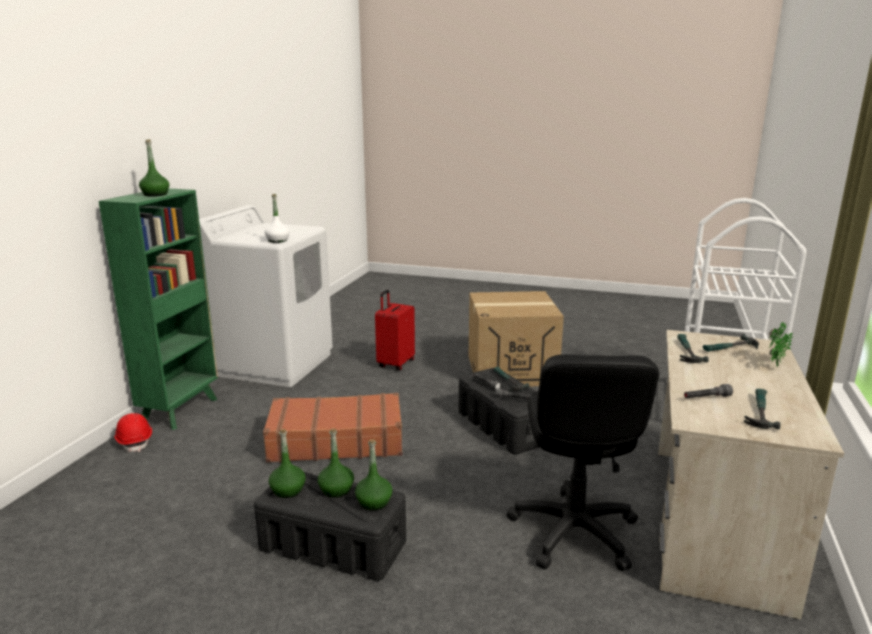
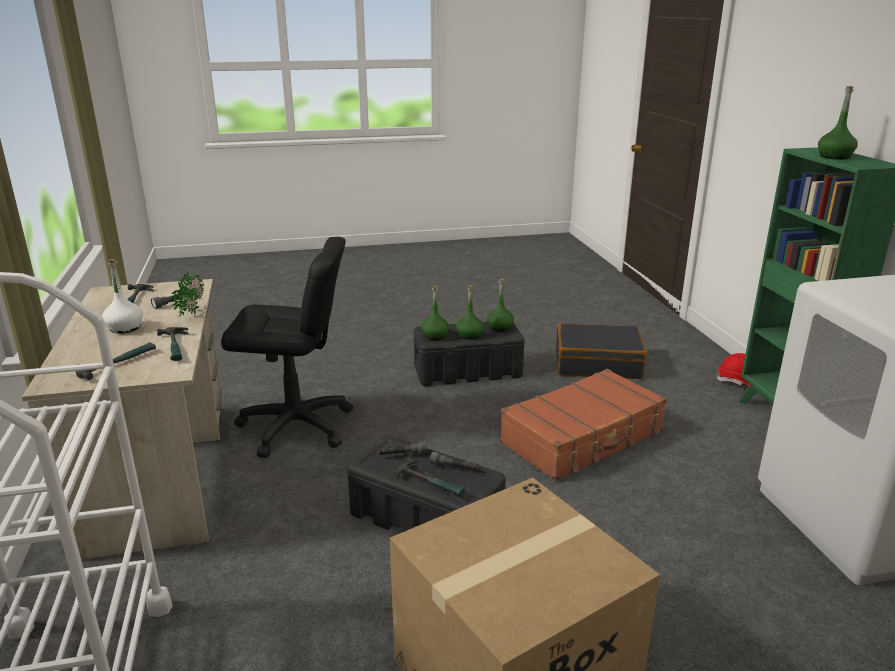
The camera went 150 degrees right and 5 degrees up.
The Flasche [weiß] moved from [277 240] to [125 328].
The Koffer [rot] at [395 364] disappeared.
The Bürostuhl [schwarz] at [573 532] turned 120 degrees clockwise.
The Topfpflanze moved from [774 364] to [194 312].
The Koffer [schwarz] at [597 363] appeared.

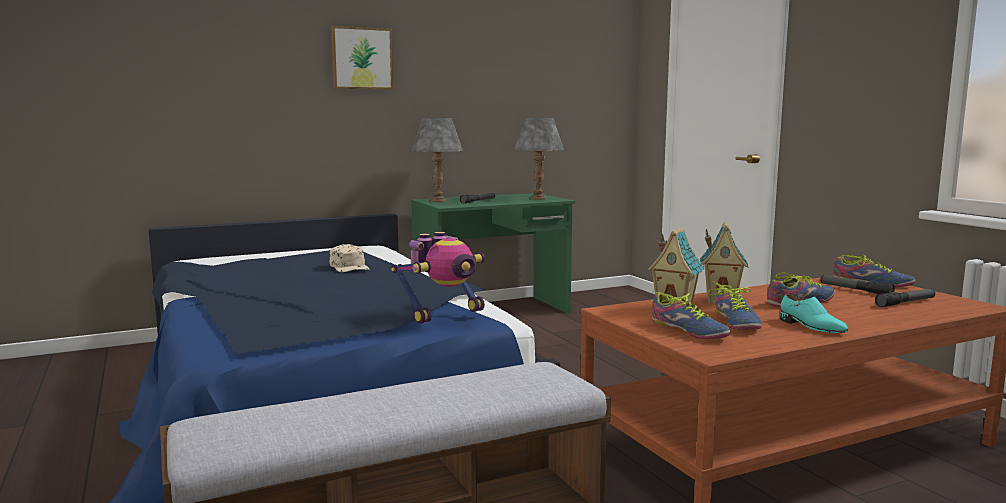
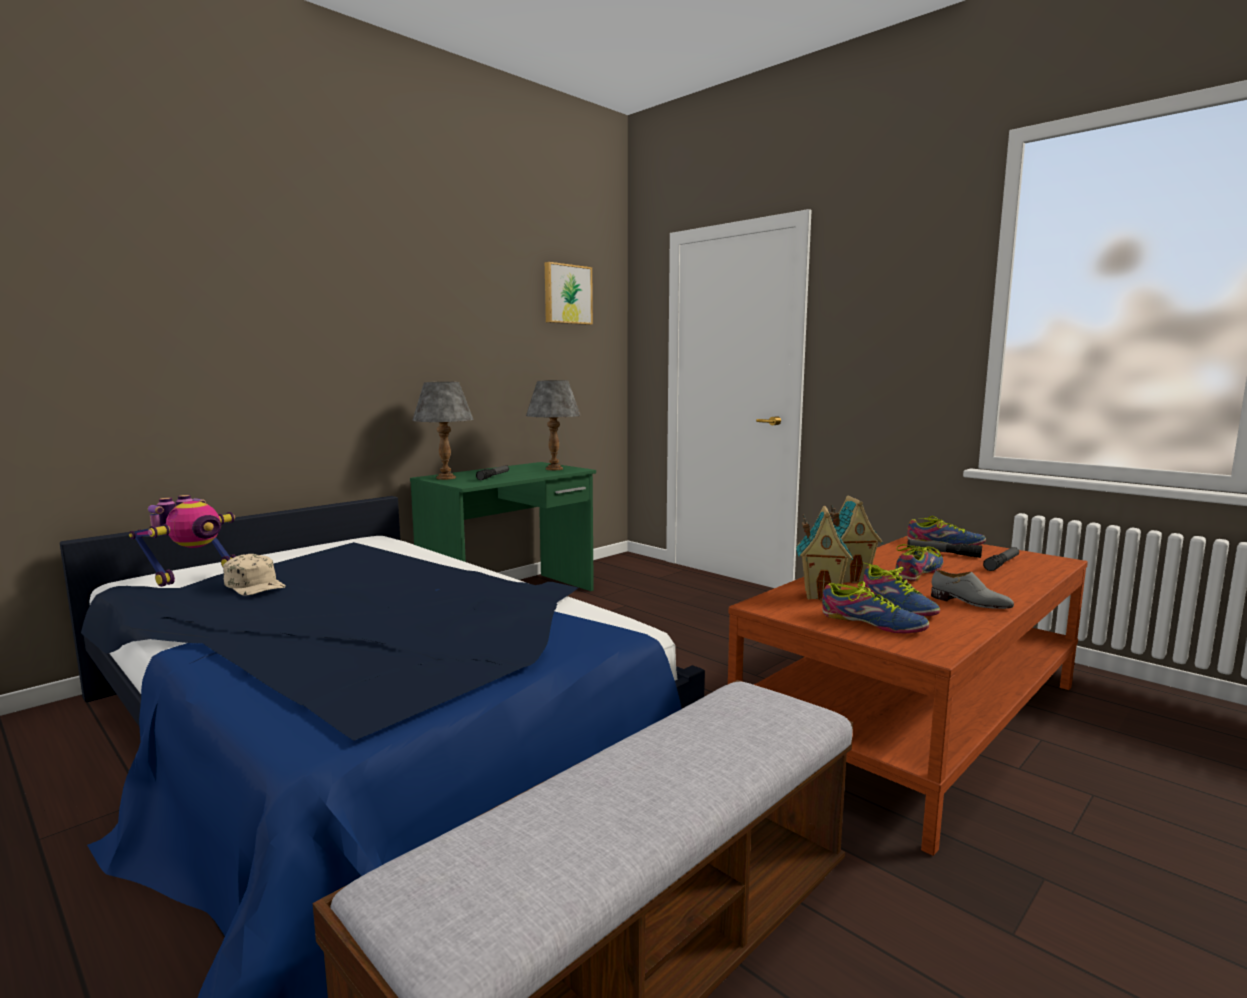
The camera went 20 degrees left and 0 degrees up.
The Kappe [beige] moved from [350 267] to [255 585].
The Bild moved from [361 58] to [567 294].
The Spielzeugroboter moved from [444 314] to [193 575].
The Schuh [türkis] at [811 327] became the Schuh [grau] at [970 603].

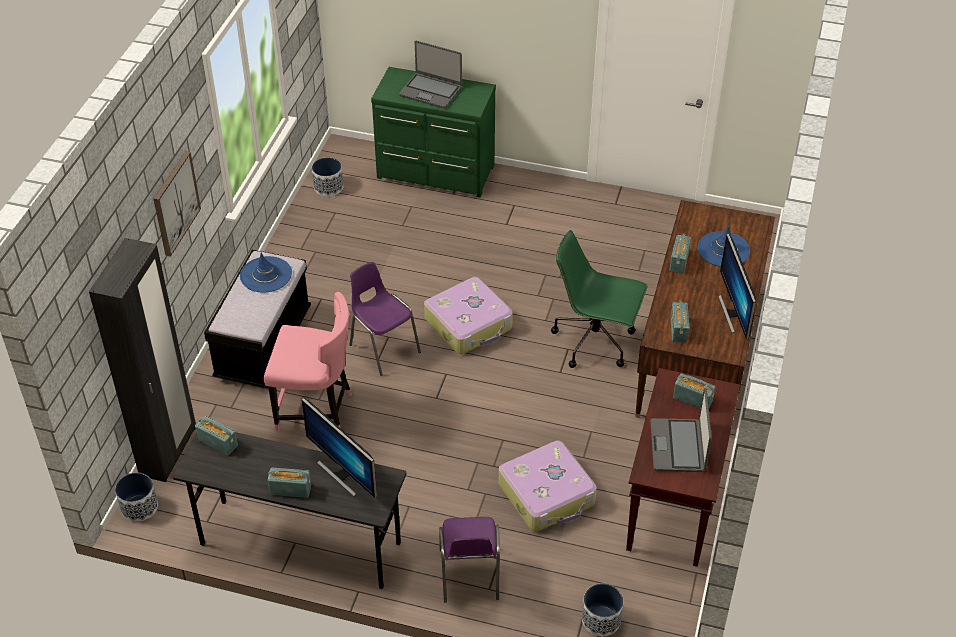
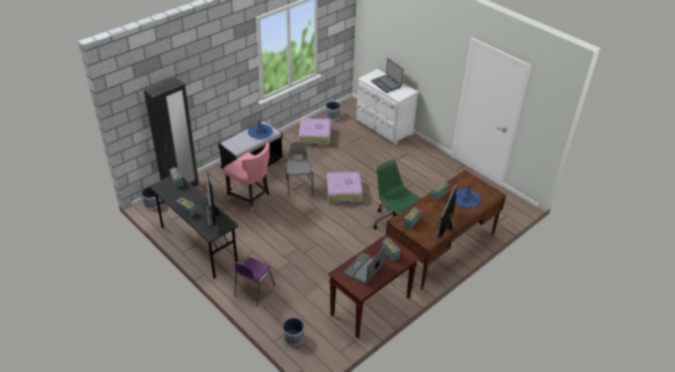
The camera went 30 degrees right and 5 degrees down.
The Bild at [175 203] disappeared.
The Stuhl [lila] at [383 348] became the Stuhl [grau] at [299 186].
The Kommode [grün] at [435 173] became the Kommode [weiß] at [383 128].
The Koffer moved from [547 494] to [315 136].

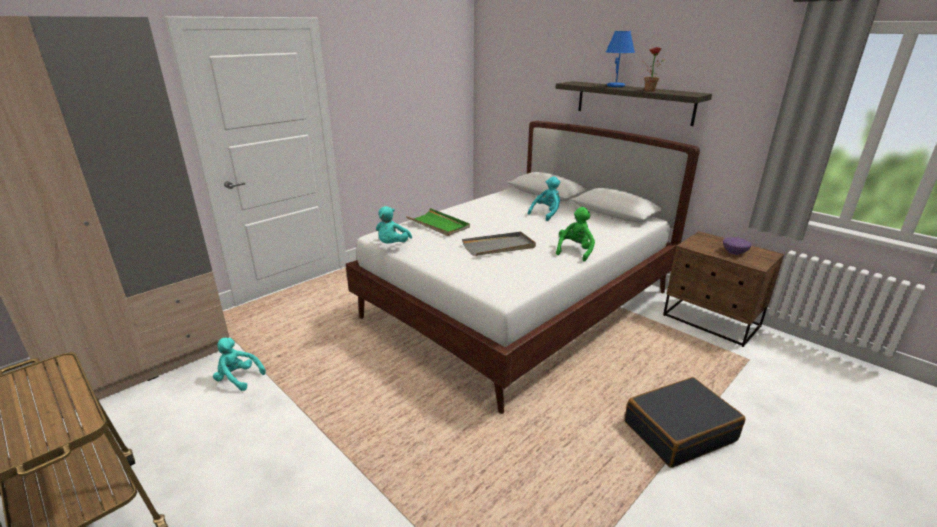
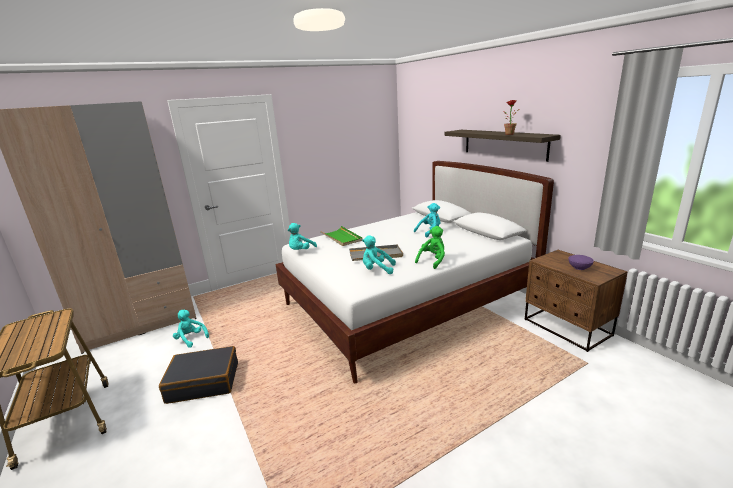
The camera went 15 degrees right and 5 degrees down.
The Tischlampe [blau] at [616 86] disappeared.
The Koffer [schwarz] moved from [679 431] to [204 382].
The Plüschtier [türkis] at [377 270] appeared.

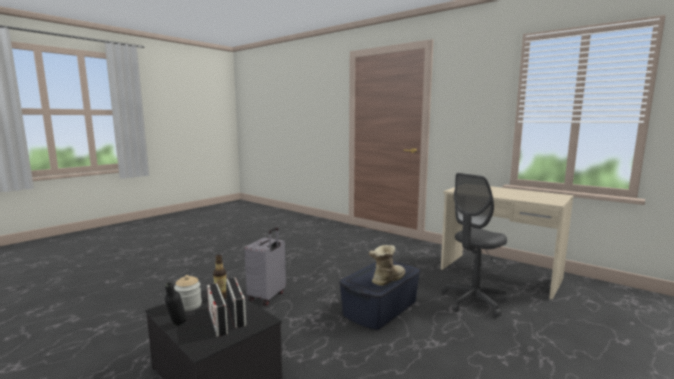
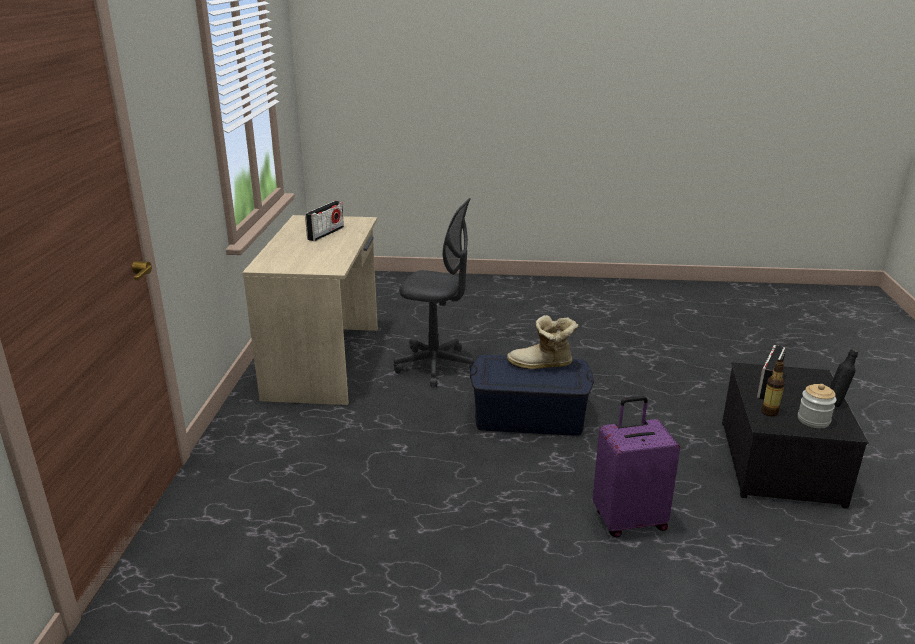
The camera went 125 degrees left and 15 degrees up.
The Radio moved from [218 322] to [326 233].
The Koffer [grau] at [267 297] became the Koffer [lila] at [629 520].

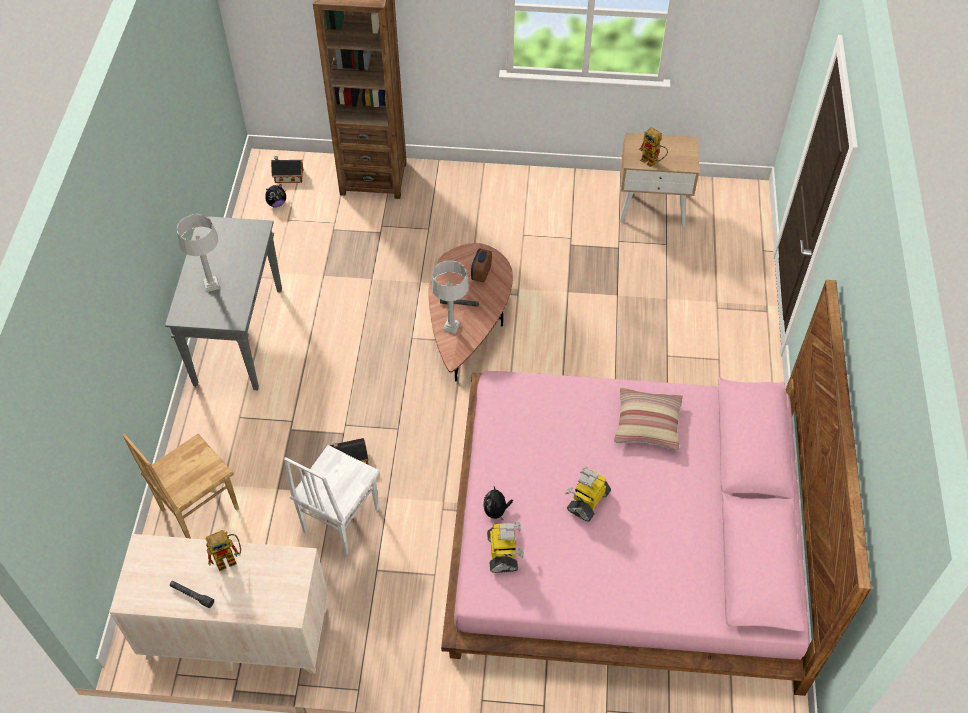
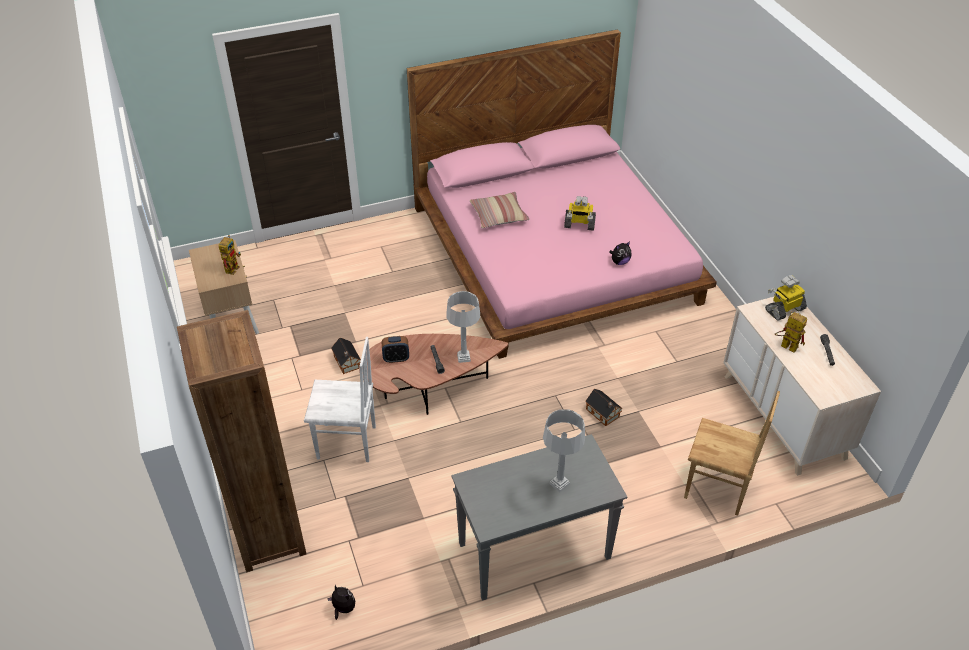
The camera went 115 degrees left and 10 degrees down.
The Spielzeughaus moved from [287 176] to [347 363].
The Stuhl [weiß] moved from [340 520] to [347 443].
The Spielzeugroboter moved from [503 553] to [784 309].

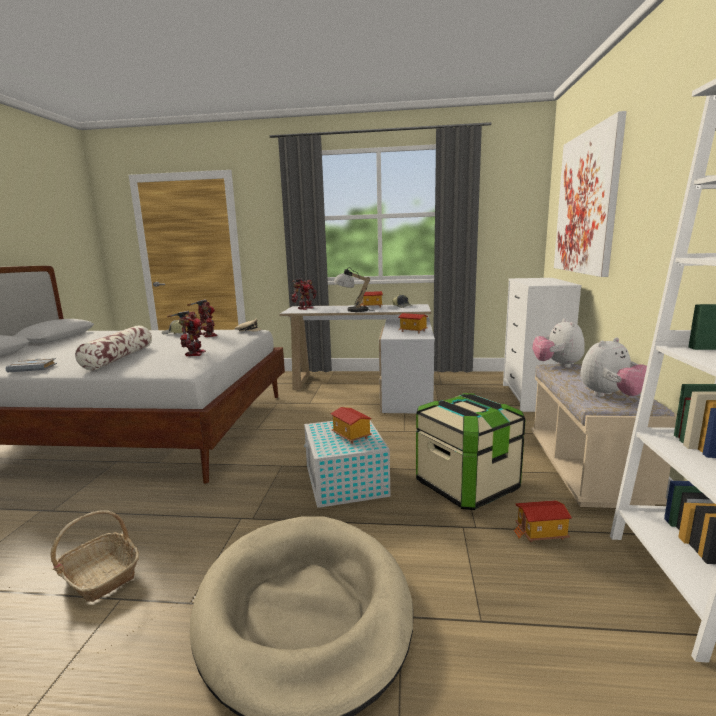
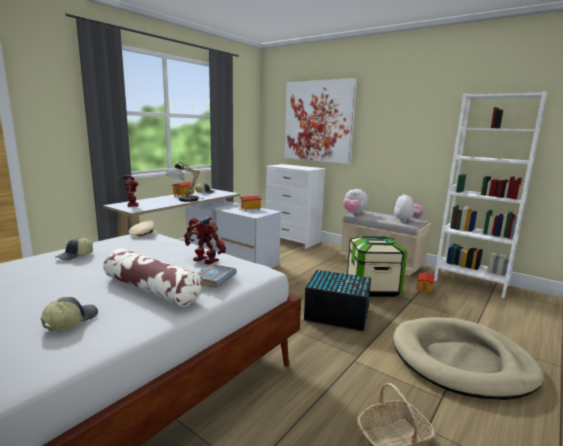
The camera went 60 degrees left and 0 degrees up.
The Buch [grau] moved from [34 368] to [214 278].
The Spielzeugroboter at [208 335] disappeared.
The Aufbewahrungsbox [weiß] at [345 481] became the Aufbewahrungsbox [schwarz] at [338 314].
The Spielzeughaus at [350 436] disappeared.
The Kappe at [70 321] appeared.

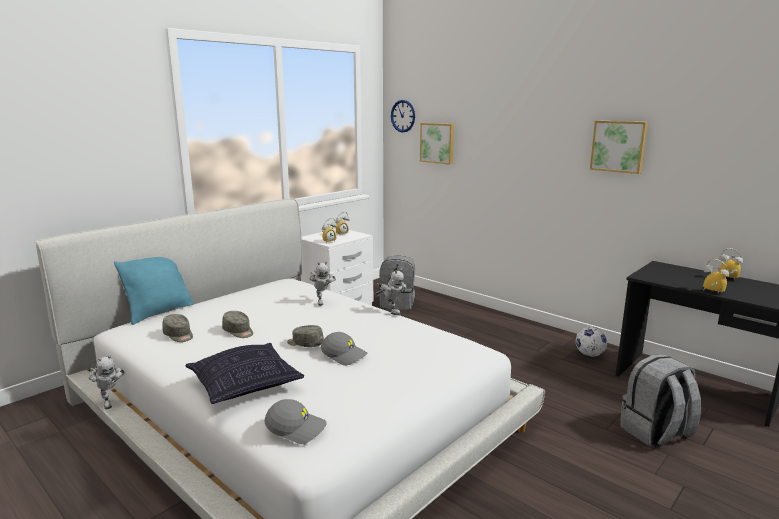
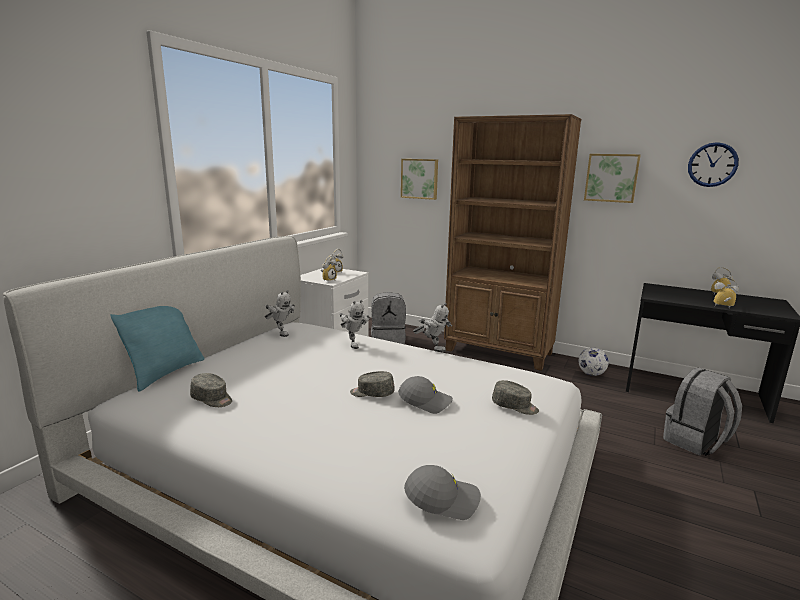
The camera went 15 degrees left and 0 degrees up.
The Spielzeugroboter moved from [109 401] to [280 333].
The Kissen at [245 385] disappeared.
The Kappe [grau] moved from [238 331] to [515 406].
The Wanduhr moved from [403 116] to [712 164].
The Bücherregal [braun] at [499 352] appeared.

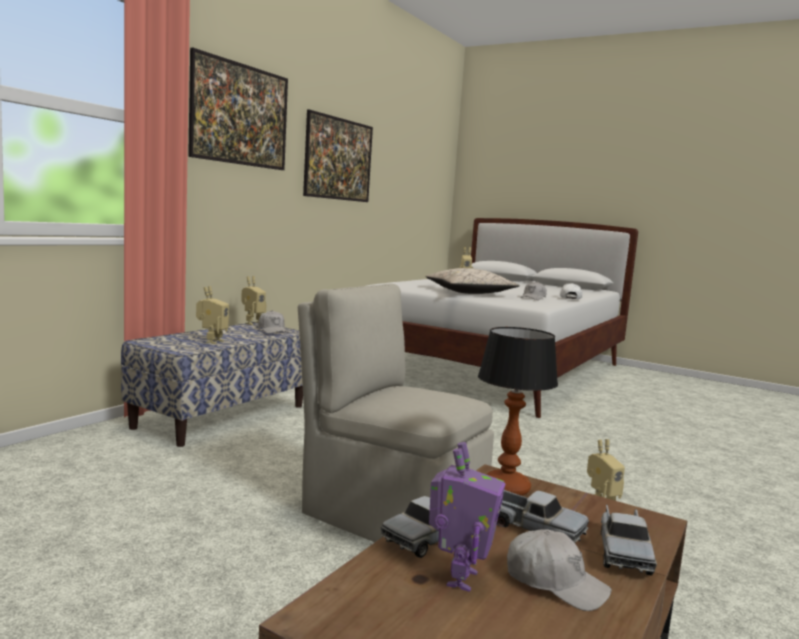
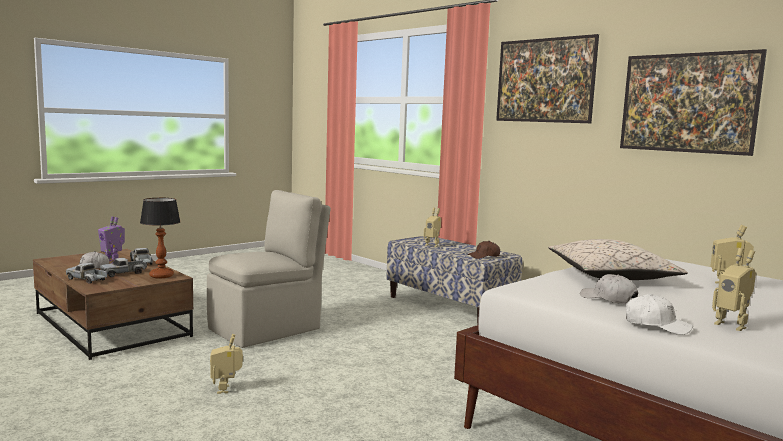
The camera went 105 degrees right and 0 degrees up.
The Spielzeugroboter moved from [252 323] to [732 325].
The Kappe [weiß] at [273 330] became the Kappe [braun] at [484 256].

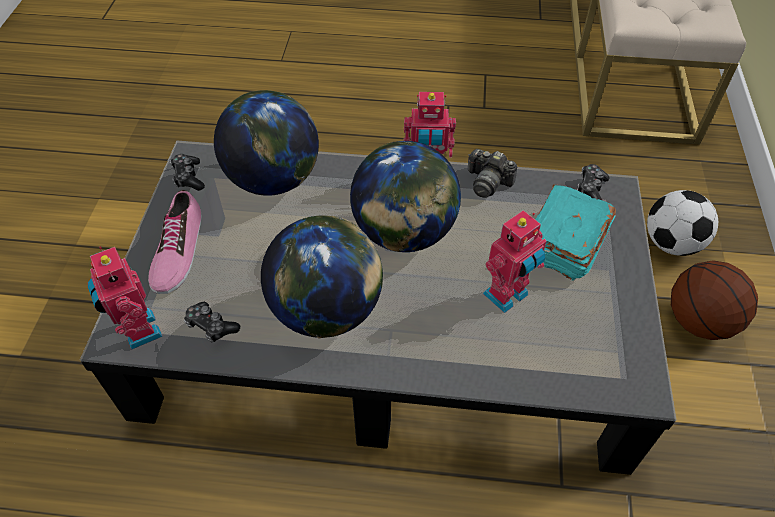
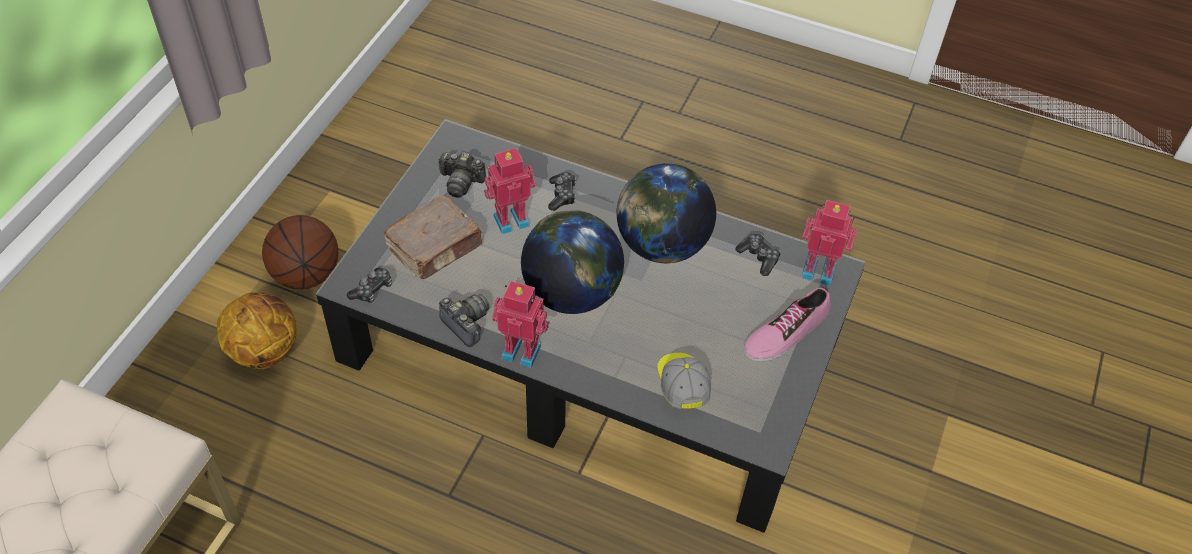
The camera went 165 degrees left and 0 degrees up.
The Spielzeugroboter at [138 331] turned 60 degrees counterclockwise.
The Schuh at [177 251] turned 150 degrees counterclockwise.
The Gamepad moved from [188 177] to [562 195].
The Globus at [274 180] was replaced by the Kappe at [682 385].
The Buch [türkis] at [562 243] became the Buch [braun] at [436 247].
The Fußball at [671 243] was replaced by the Basketball at [264 350].
The Kamera at [461 182] appeared.

